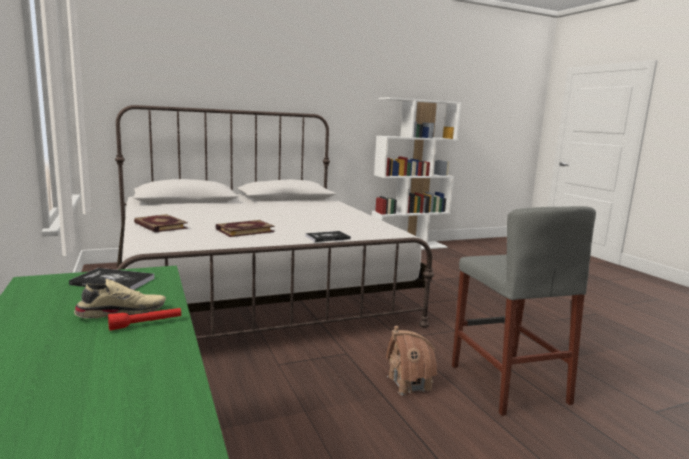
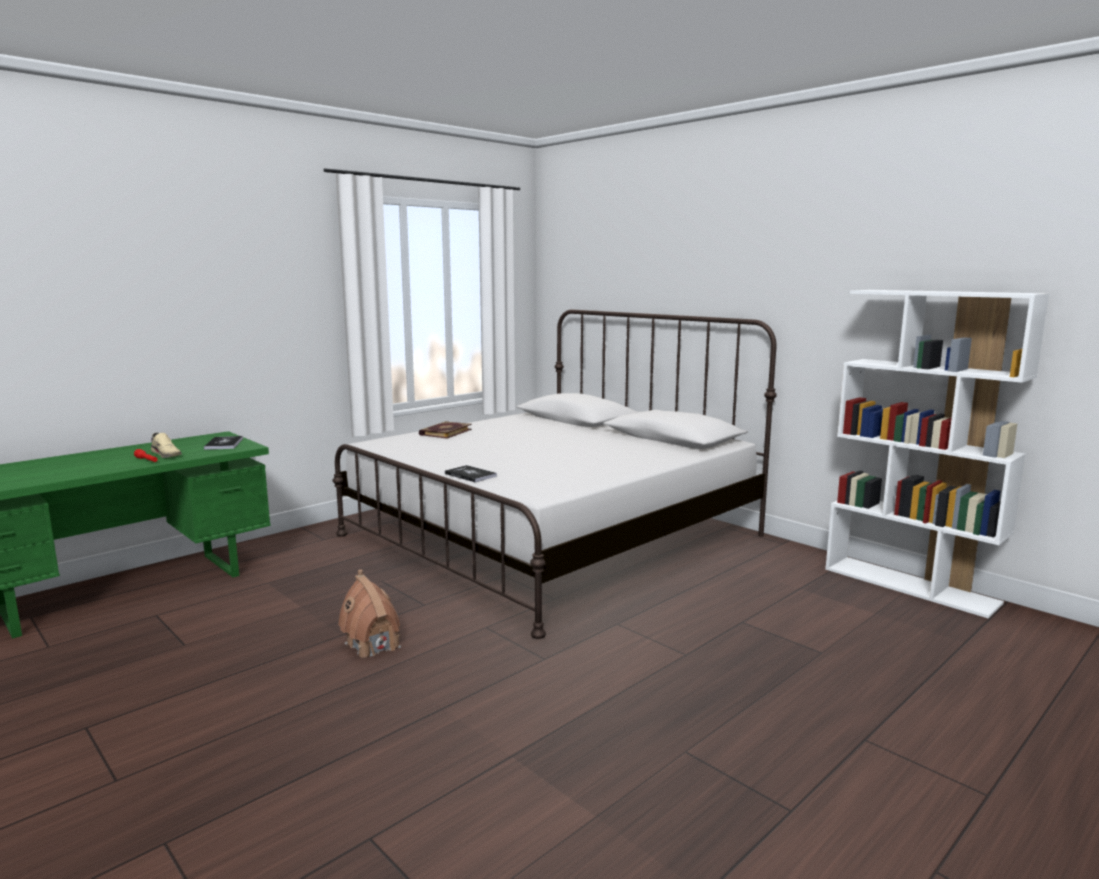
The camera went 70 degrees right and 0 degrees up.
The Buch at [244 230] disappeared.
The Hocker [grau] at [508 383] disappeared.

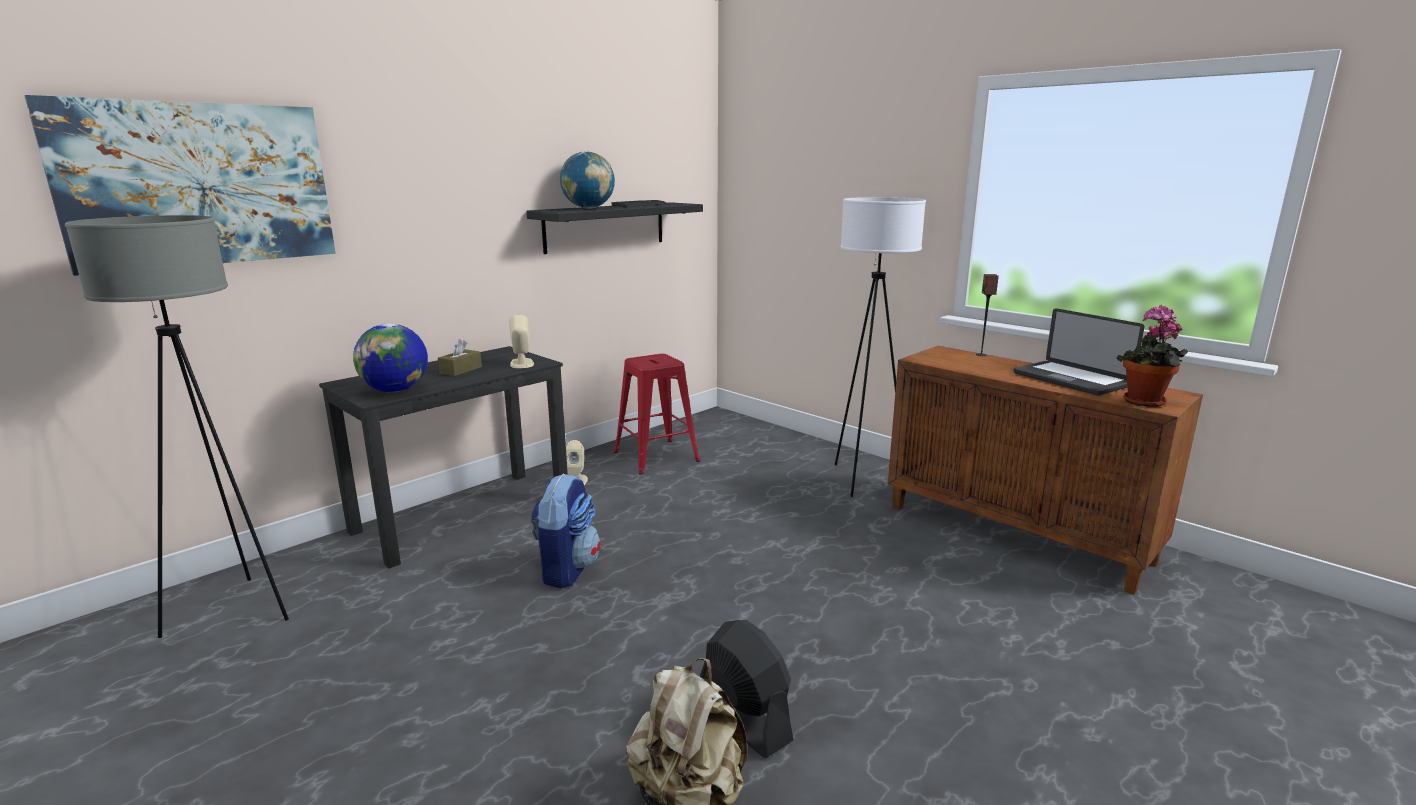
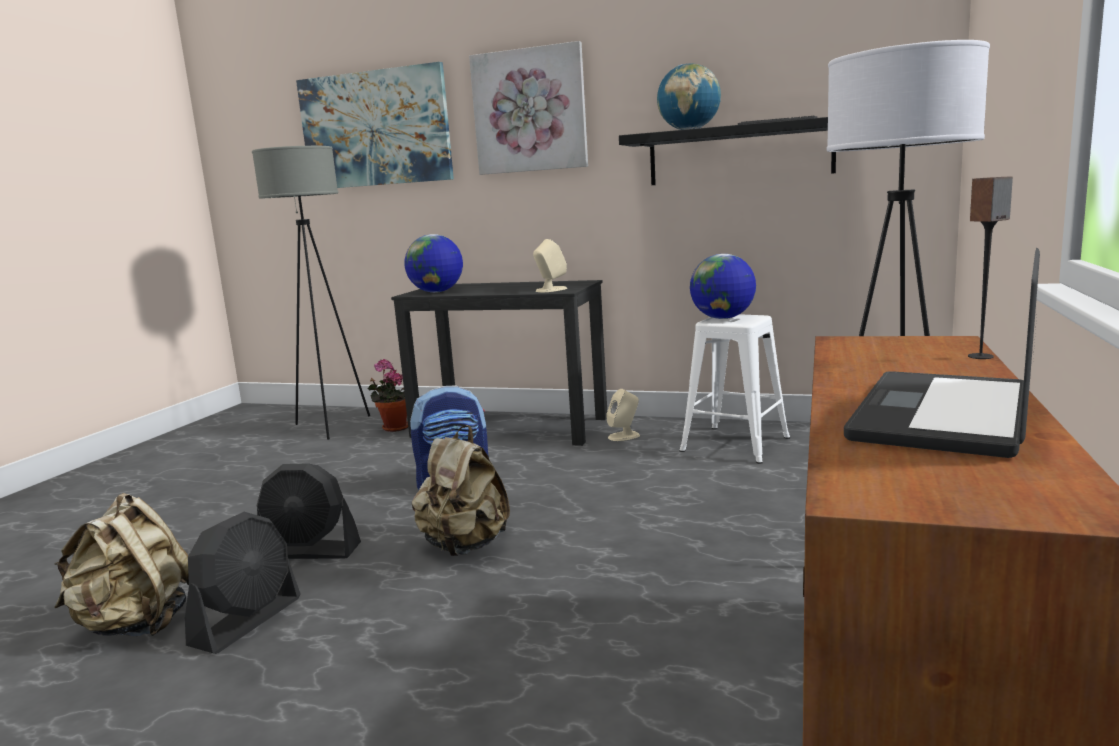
The camera went 65 degrees right and 5 degrees down.
The Taschentuchbox [braun] at [461 370] disappeared.
The Hocker [rot] at [655 456] became the Hocker [weiß] at [734 443].
The Topfpflanze moved from [1144 403] to [393 428].
The Ventilator [schwarz] at [310 551] appeared.
The Rucksack [beige] at [465 546] appeared.
The Bild at [530 111] appeared.
The Globus at [723 318] appeared.

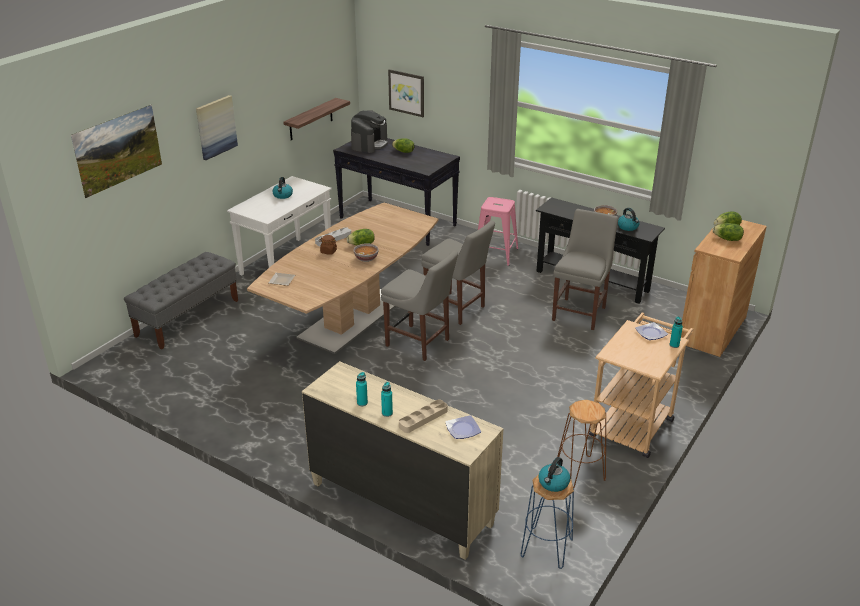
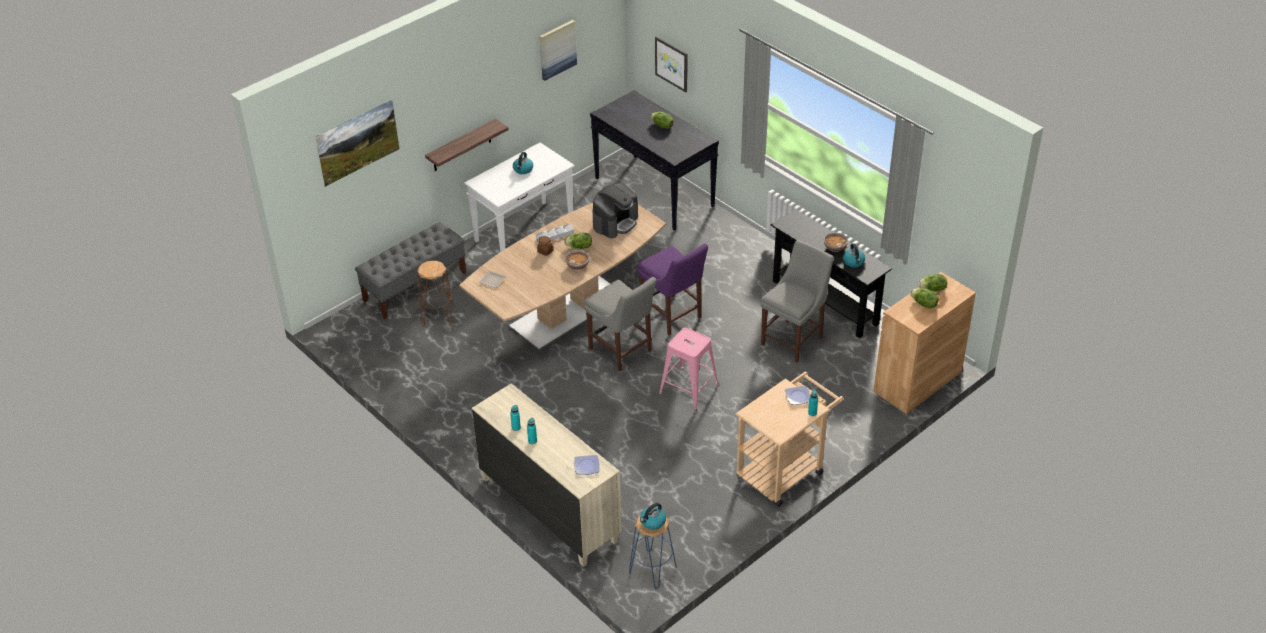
The camera went 15 degrees right and 10 degrees up.
The Bild moved from [216 127] to [557 49].
The Wandregal moved from [311 119] to [461 146].
The Kaffeemaschine moved from [369 144] to [615 222].
The Tablett [beige] at [423 418] disappeared.
The Stuhl [grau] at [457 309] became the Stuhl [lila] at [672 316].
The Hocker [rosa] moved from [495 254] to [688 389].
The Hocker [braun] moved from [580 472] to [437 316].

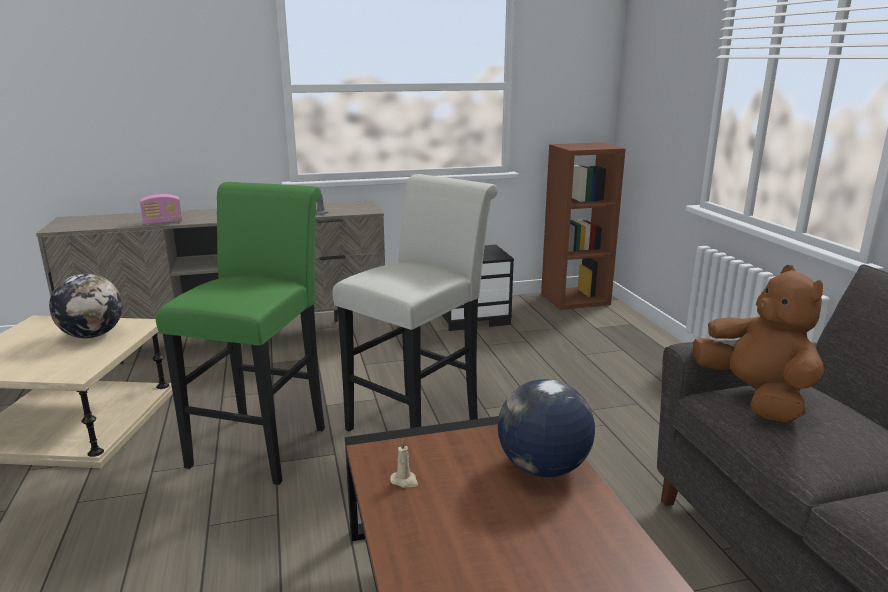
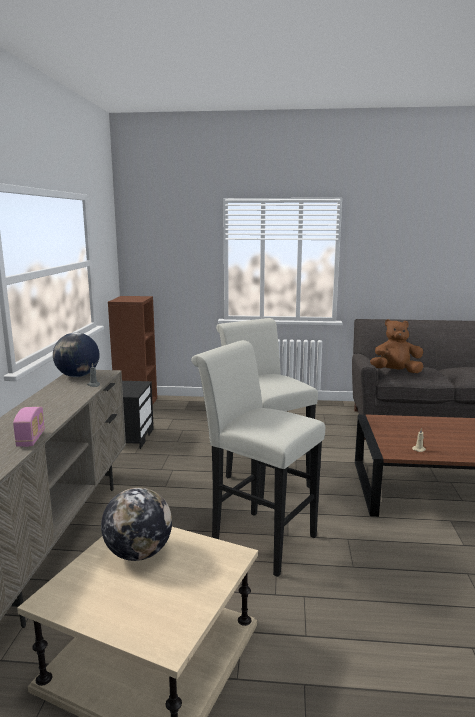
The camera went 70 degrees left and 5 degrees down.
The Hocker [grün] at [264 441] became the Hocker [weiß] at [257 538].
The Globus moved from [542 468] to [78 376].

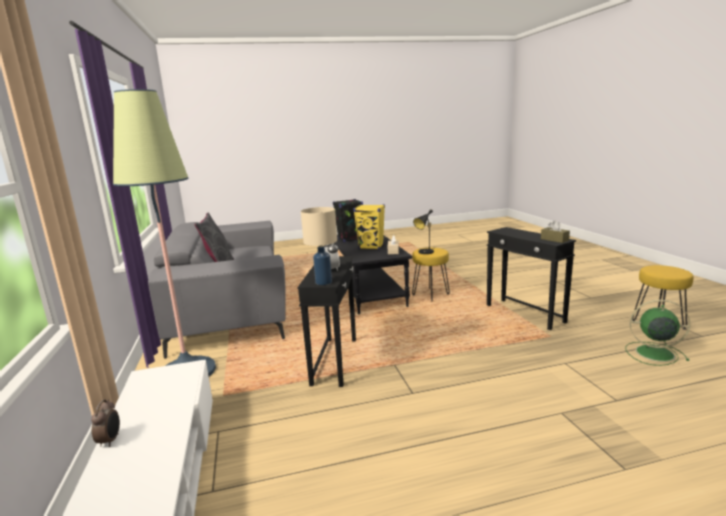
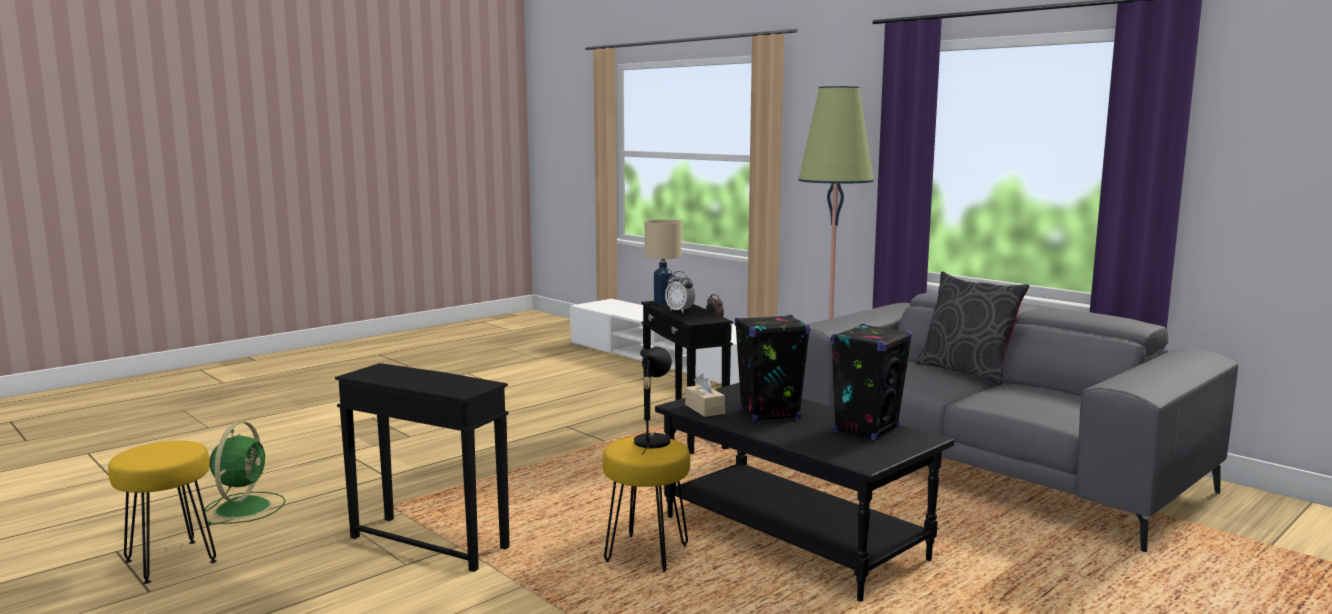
The camera went 150 degrees right and 5 degrees down.
The Lautsprecher [gelb] at [371 247] became the Lautsprecher [schwarz] at [769 414].
The Taschentuchbox [braun] at [554 239] disappeared.
The Ventilator [grün] at [653 353] turned 75 degrees counterclockwise.

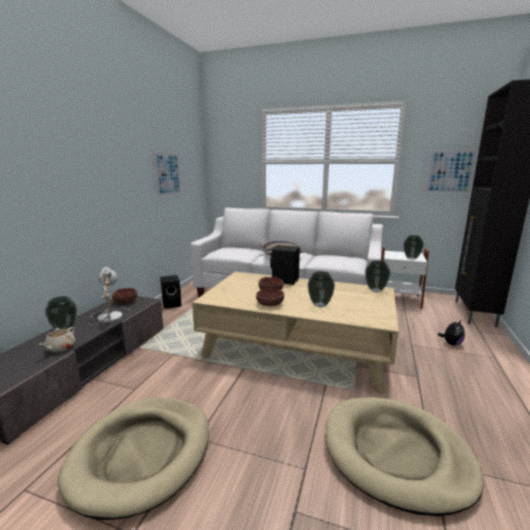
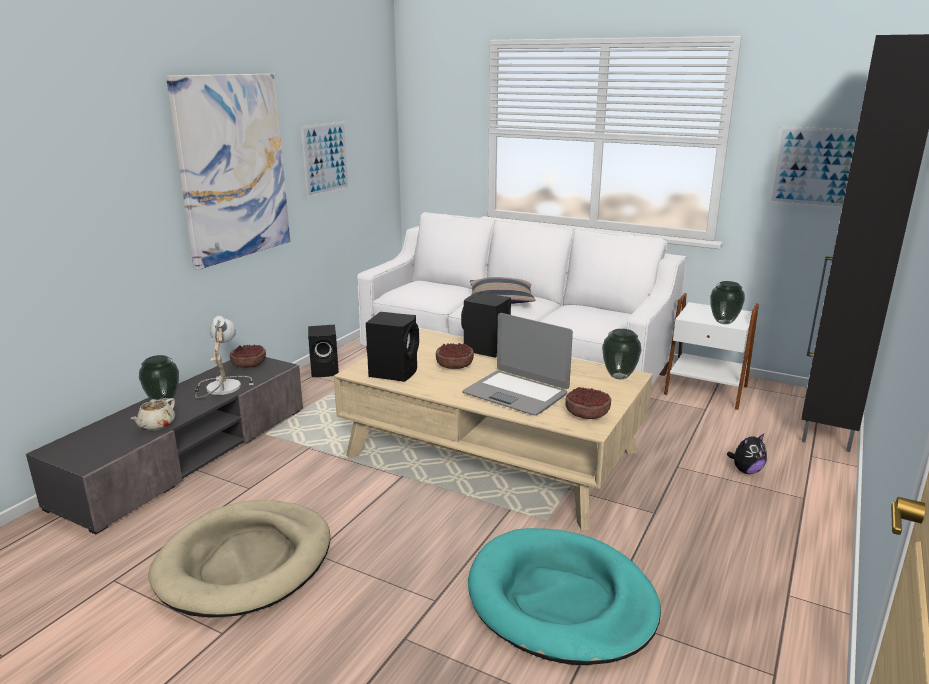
The camera went 10 degrees right and 5 degrees up.
The Schüssel moved from [270 303] to [587 413].
The Vase at [320 305] was replaced by the Laptop at [516 393].
The Hundebett [beige] at [396 454] became the Hundebett [türkis] at [560 600].
The Bild at [233 168] appeared.
The Lautsprecher [schwarz] at [394 372] appeared.

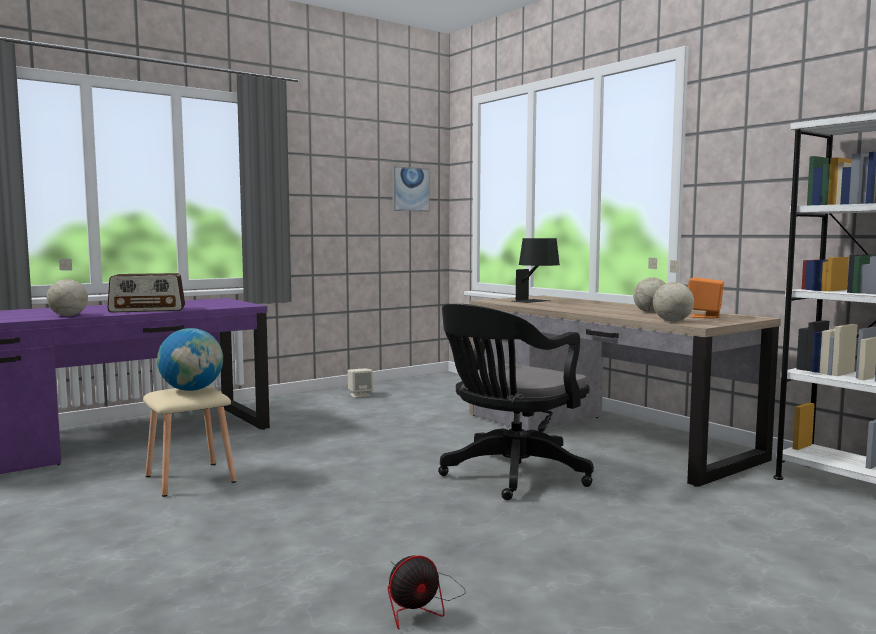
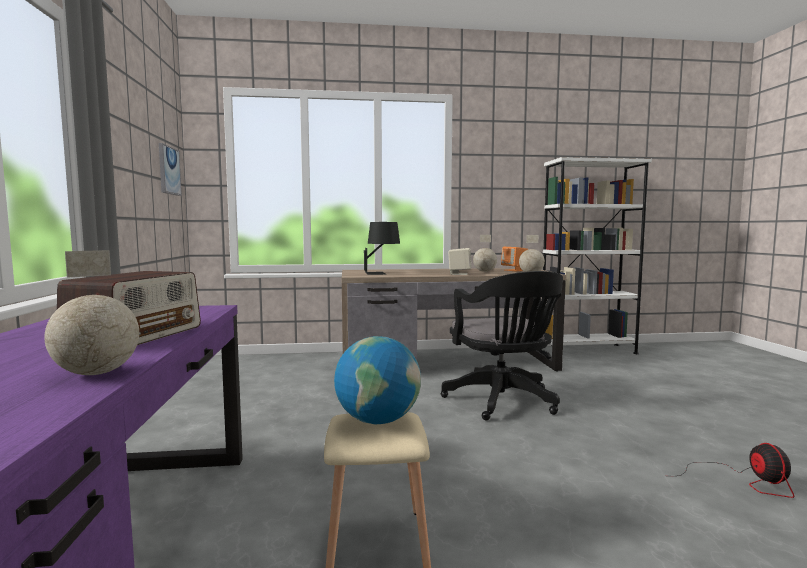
The camera went 60 degrees left and 0 degrees up.
The Lautsprecher [beige] moved from [360 395] to [459 274].

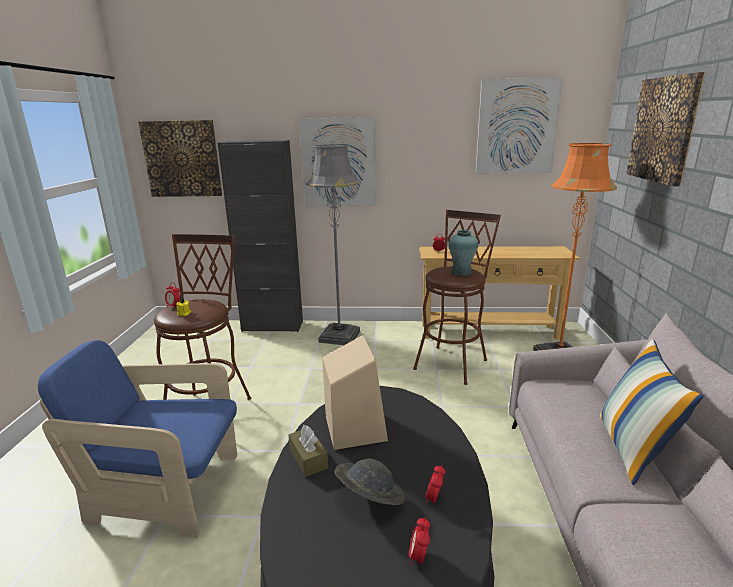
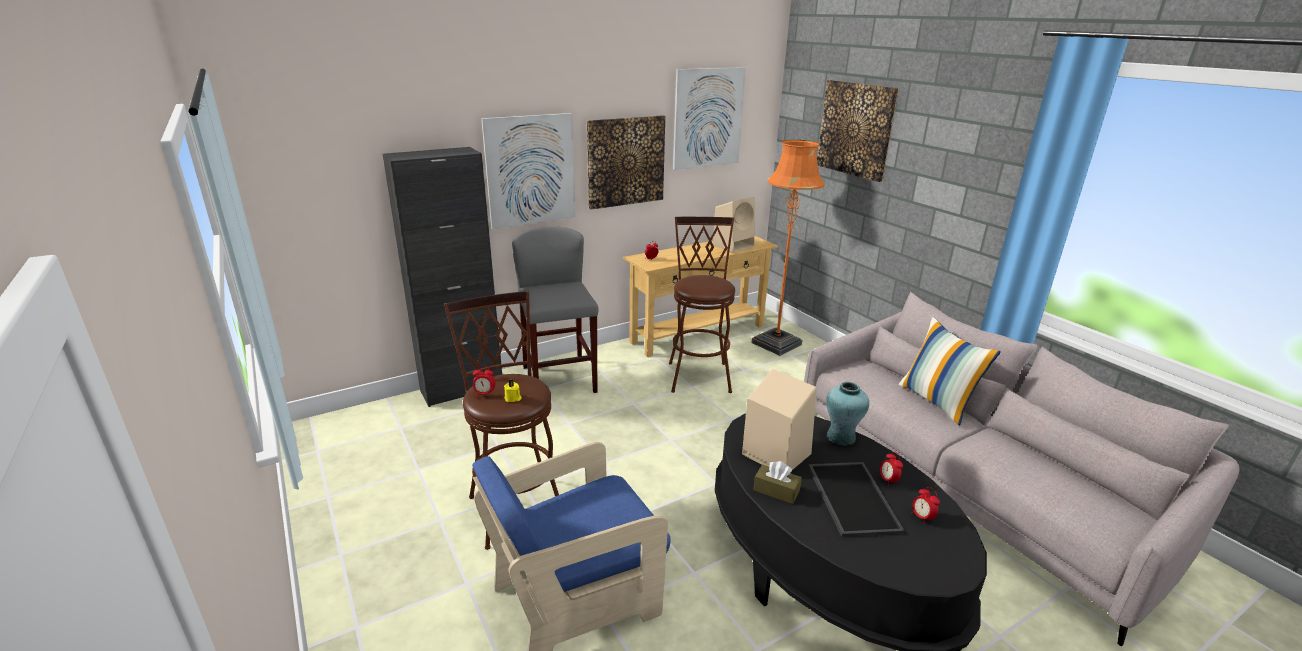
The camera went 35 degrees left and 5 degrees up.
The Bild moved from [182 159] to [625 161].
The Stehlampe [grau] at [339 337] was replaced by the Hocker [grau] at [559 379].
The Hut [grau] at [369 497] was replaced by the Tablett at [850 497].
The Vase [türkis] moved from [461 272] to [840 437].
The Lautsprecher [beige] at [734 245] appeared.

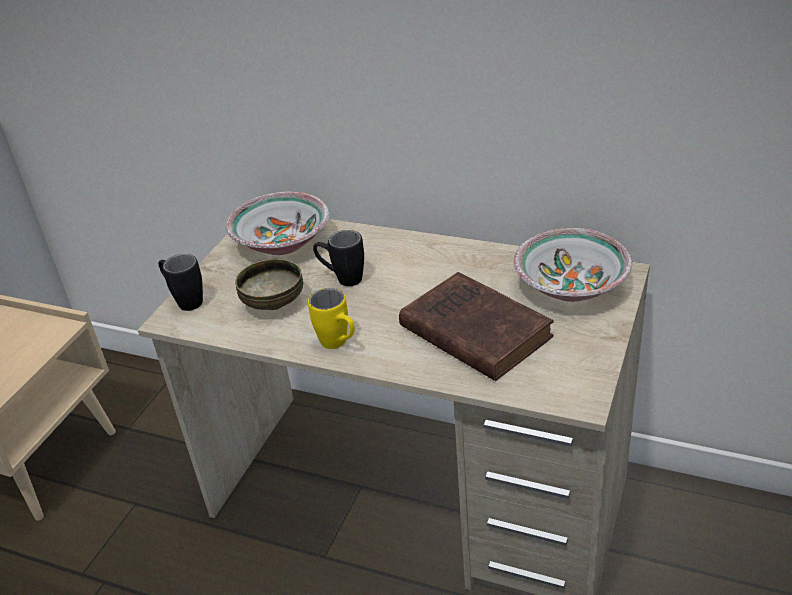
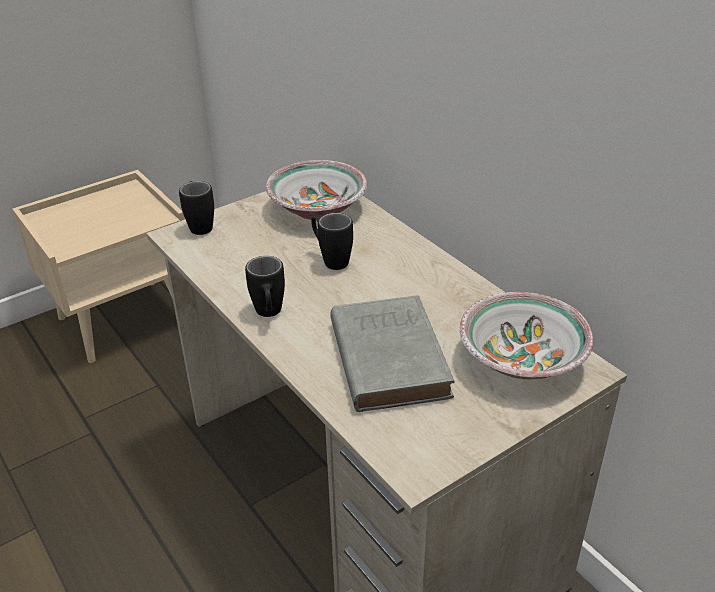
The camera went 30 degrees right and 0 degrees up.
The Schüssel at [273 304] disappeared.
The Henkelbecher [gelb] at [339 345] became the Henkelbecher [schwarz] at [269 314].
The Buch [braun] at [472 330] became the Buch [grau] at [388 356].

